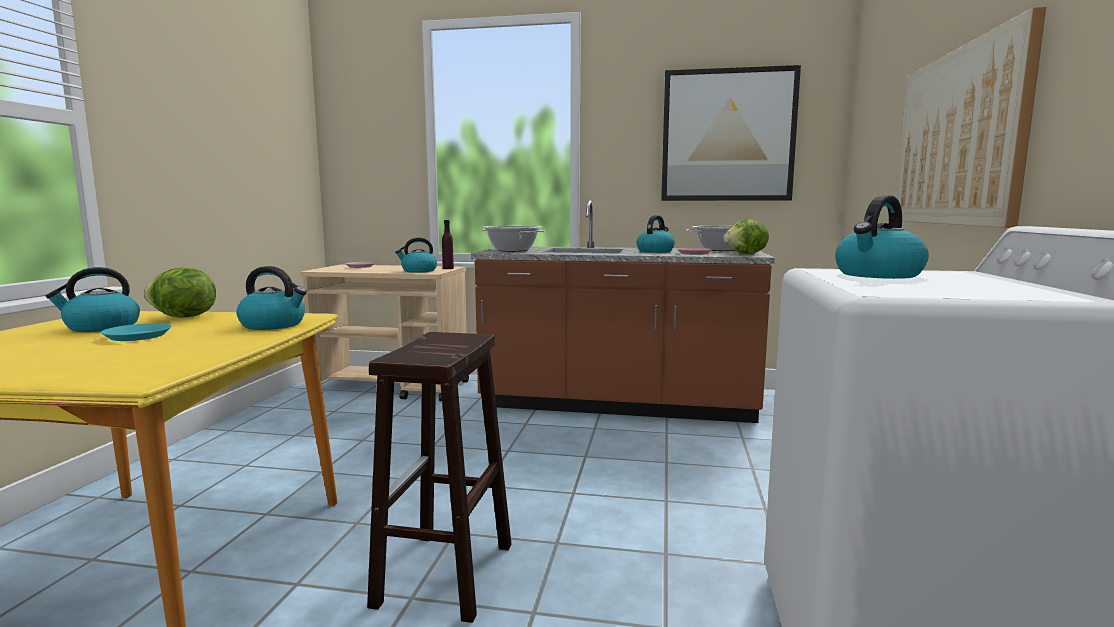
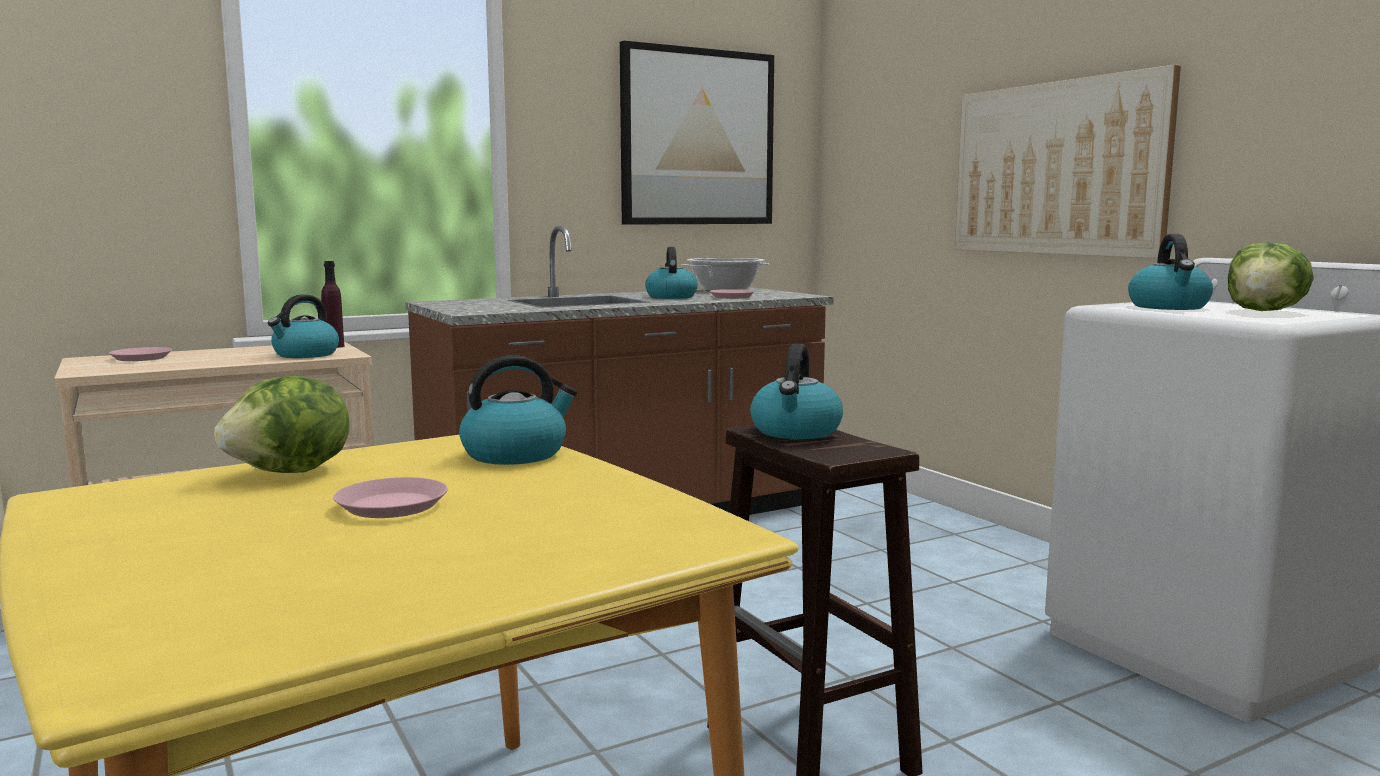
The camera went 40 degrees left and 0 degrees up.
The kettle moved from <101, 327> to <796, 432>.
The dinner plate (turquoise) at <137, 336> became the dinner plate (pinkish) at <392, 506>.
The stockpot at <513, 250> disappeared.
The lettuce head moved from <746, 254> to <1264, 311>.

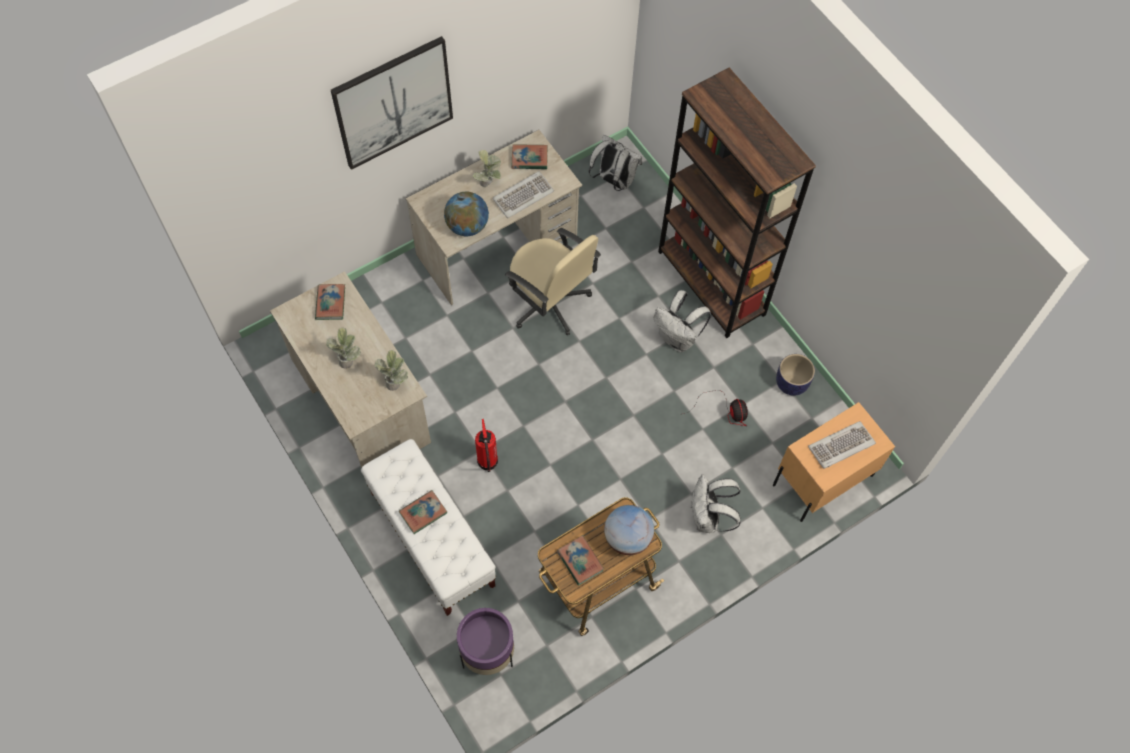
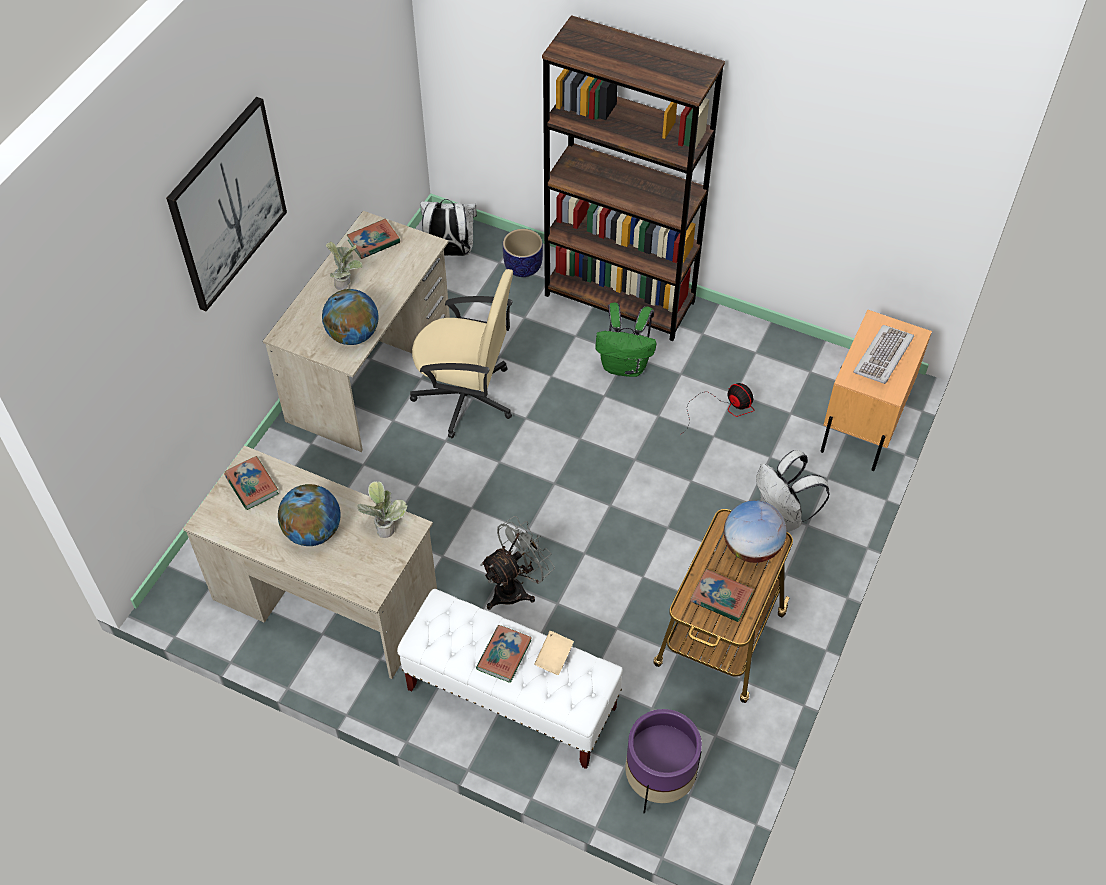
The camera went 30 degrees left and 10 degrees down.
The houseplant at <347, 359> was replaced by the globe at <313, 531>.
The extinguisher at <487, 463> was replaced by the electric fan (gray) at <515, 588>.
The computer keyboard at <523, 195> disappeared.
The backpack (whitish) at <677, 338> became the backpack (green-coloured) at <625, 365>.
The planter moved from <792, 383> to <523, 267>.
The book (sand-coloured) at <554, 658> appeared.

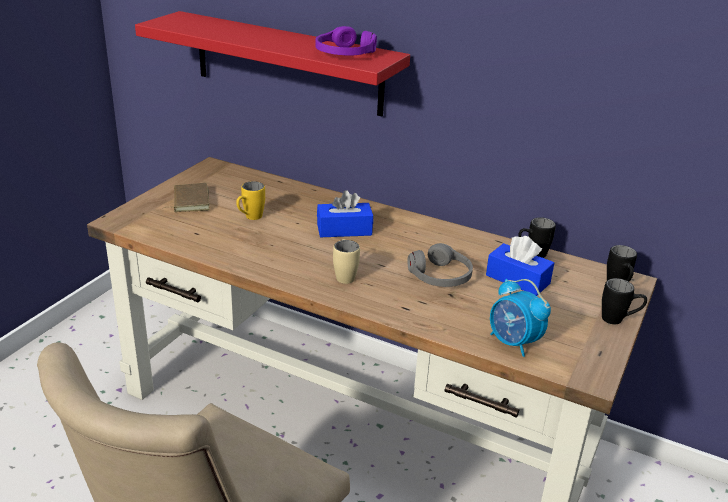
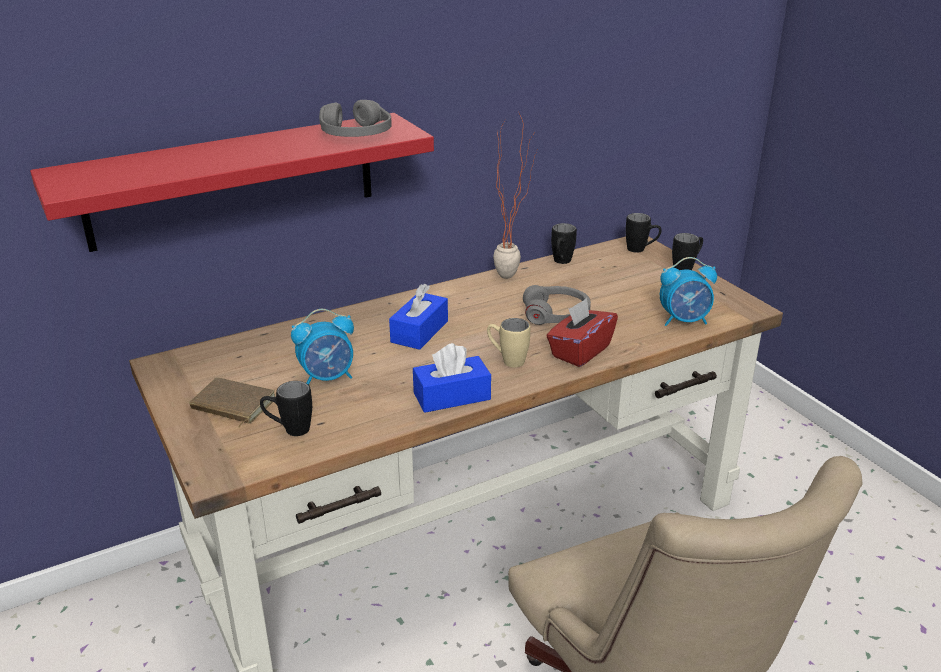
The camera went 55 degrees left and 0 degrees up.
The coffee mug (yellow) at <250, 218> was replaced by the bedside clock at <328, 378>.
The headphones (purple) at <344, 54> became the headphones (gray) at <356, 134>.
The tissue holder (blue-coloured) moved from <517, 279> to <452, 396>.
The coffee mug (blackish) at <289, 430> appeared.
The houseplant at <514, 275> appeared.
The tissue holder (reddish) at <580, 351> appeared.

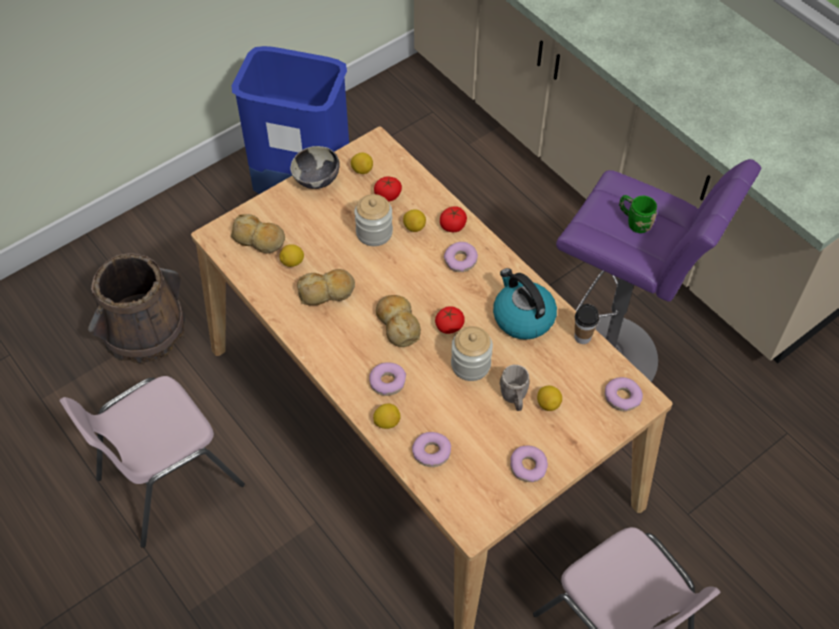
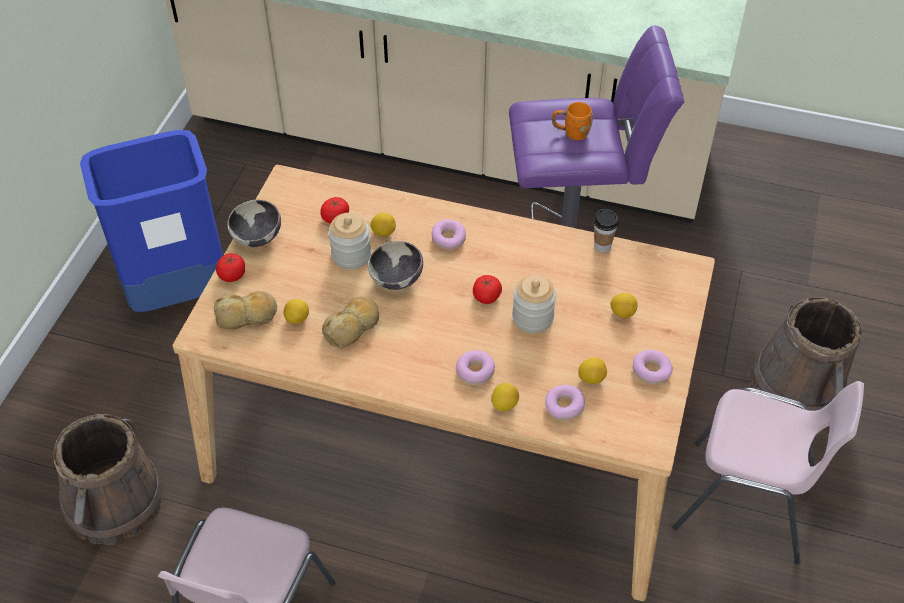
The camera went 35 degrees left and 5 degrees down.
The citrus fruit moved from <362, 170> to <591, 378>.
The baked bread at <398, 324> disappeared.
The tomato moved from <453, 225> to <232, 274>.
The kettle at <522, 317> disappeared.
The coffee mug (gray) at <514, 398> disappeared.
The doughnut at <622, 397> disappeared.
The coffee mug (green-coloured) at <634, 222> became the coffee mug (orangey) at <571, 133>.
The deep dish at <397, 280> appeared.
The pail (brownish) at <796, 386> appeared.

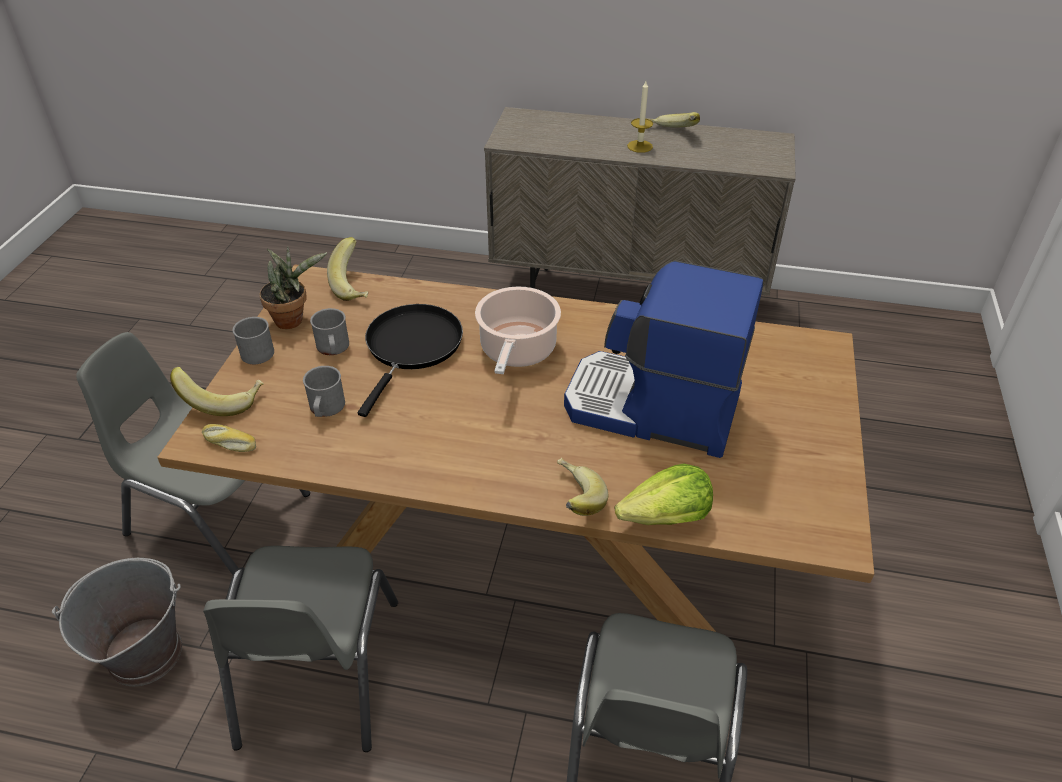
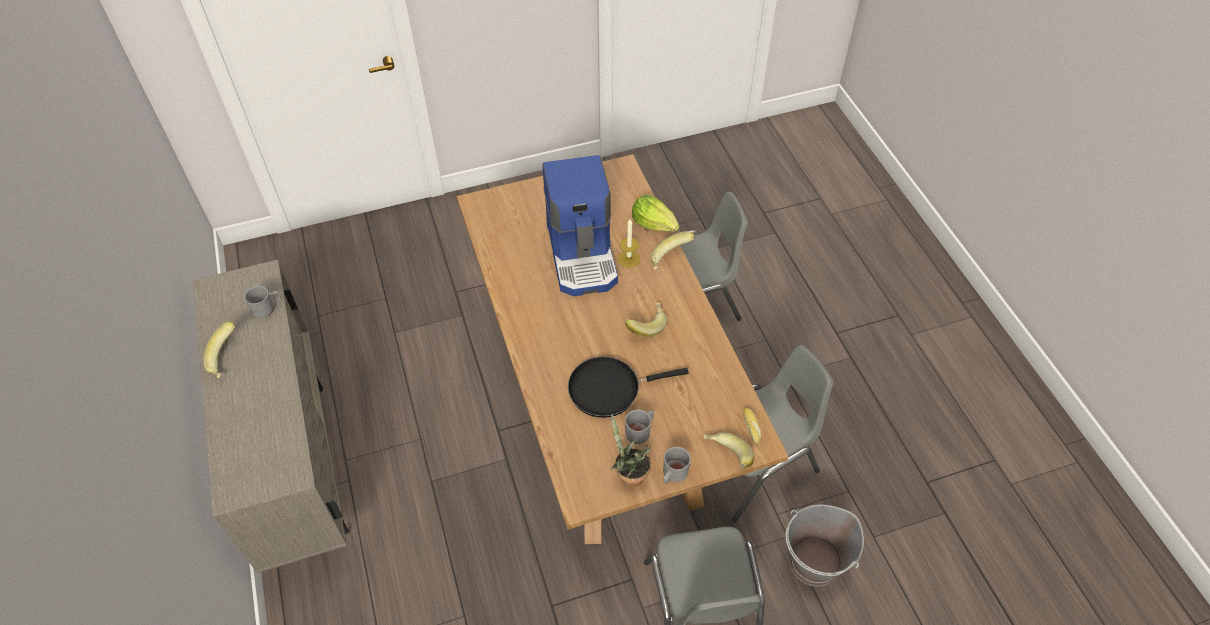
The camera went 120 degrees left and 10 degrees up.
The coffee mug (gray) moved from <326, 409> to <267, 307>.
The banana moved from <355, 286> to <645, 325>.
The stockpot at <517, 351> disappeared.
The wax candle moved from <640, 146> to <629, 259>.

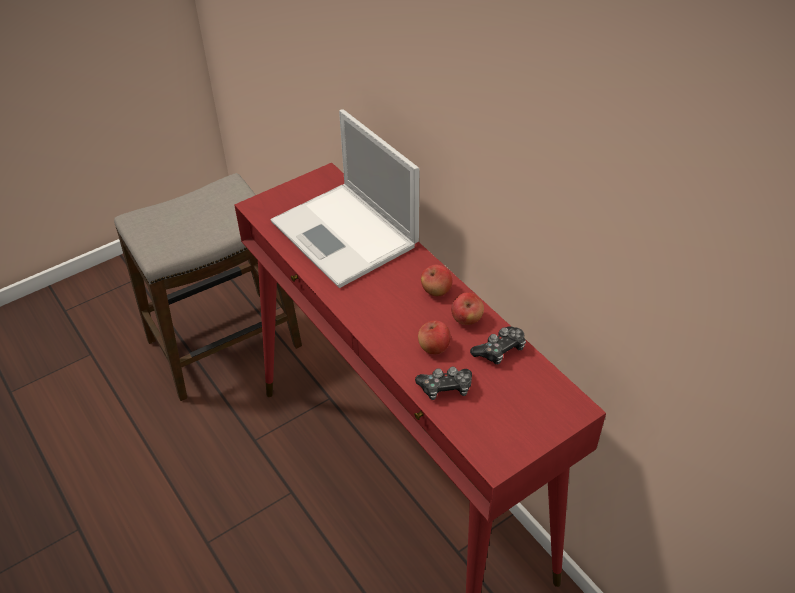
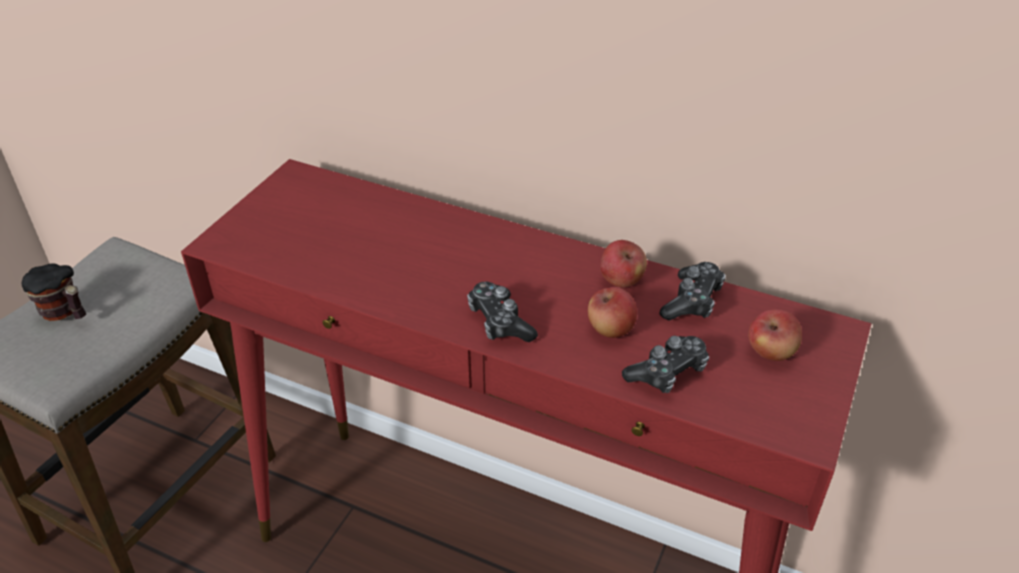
The camera went 30 degrees left and 5 degrees down.
The notebook computer at <346, 235> disappeared.
The apple moved from <436, 291> to <771, 352>.
The coffee mug at <65, 313> appeared.
The gamepad at <500, 322> appeared.

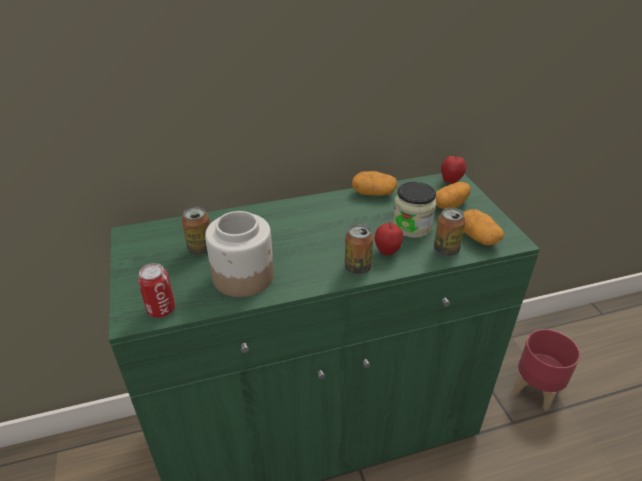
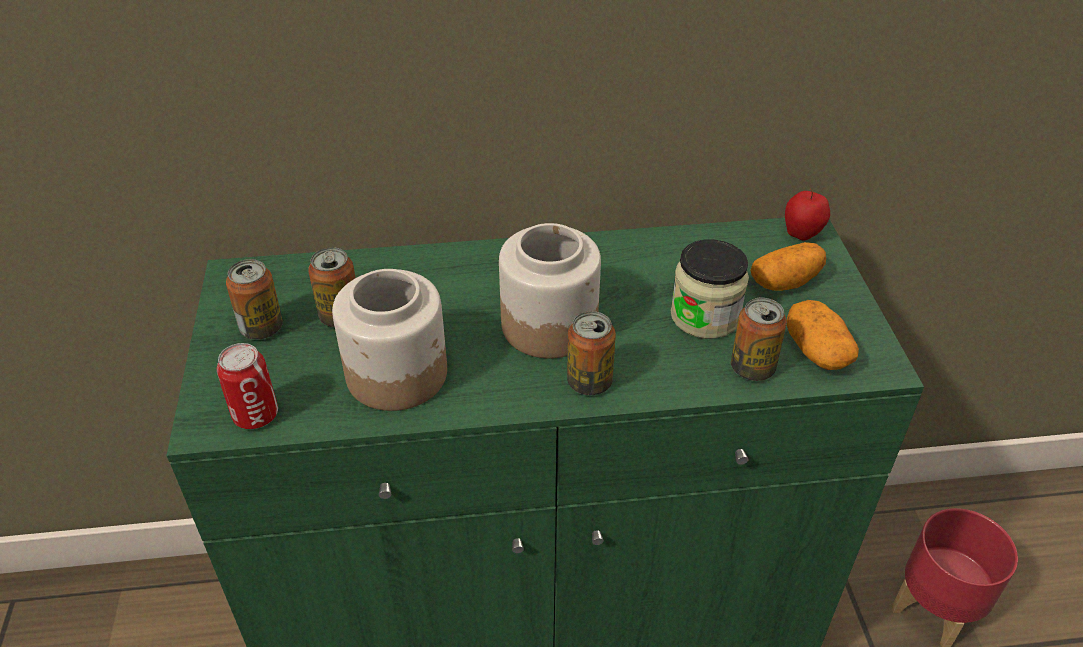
The camera went 10 degrees right and 5 degrees up.
The whole potato at <373, 193> disappeared.
The apple at <387, 252> disappeared.
The metal can at <262, 328> appeared.
The preserve jar at <549, 324> appeared.

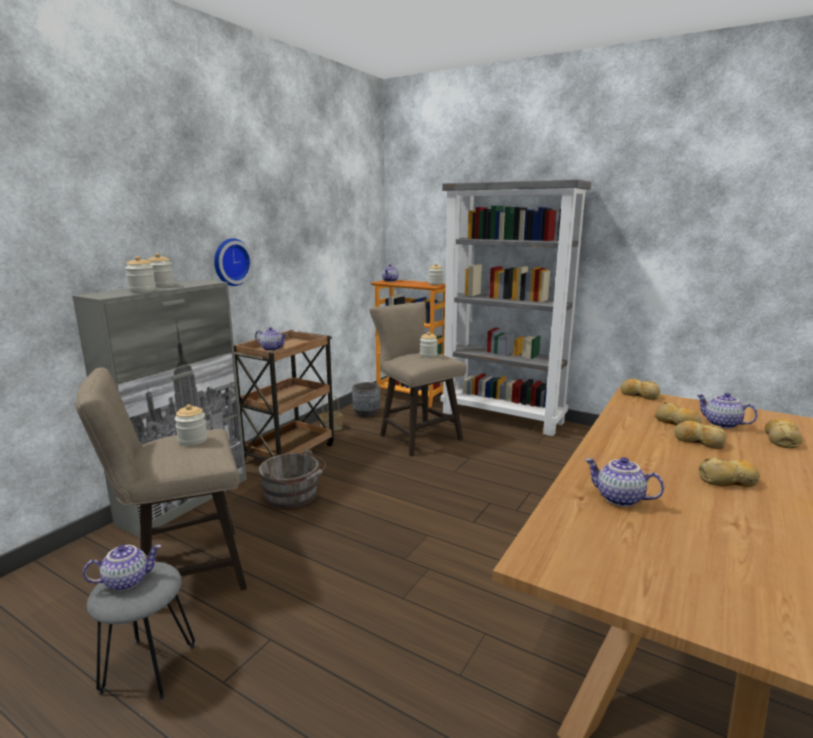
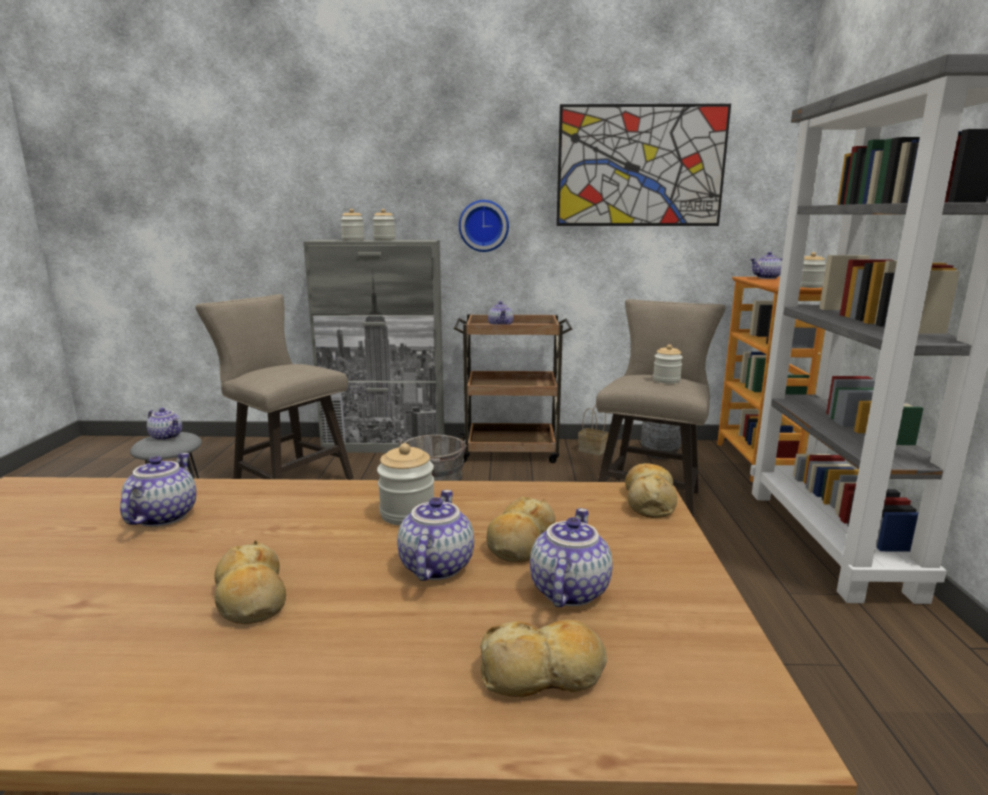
The camera went 60 degrees right and 0 degrees up.
The preserve jar moved from <192, 440> to <407, 513>.
The baked bread at <698, 441> was replaced by the pot for tea at <434, 566>.
The wall art at <640, 166> appeared.

